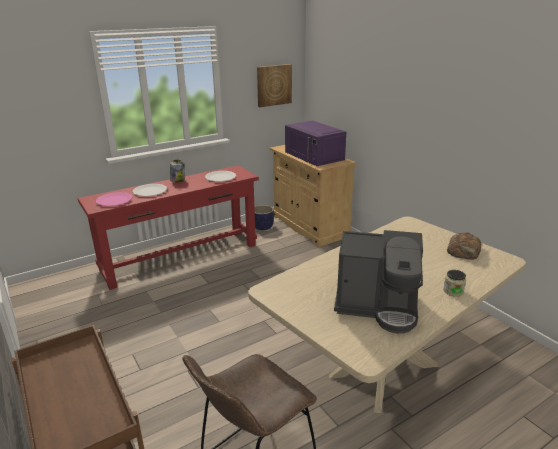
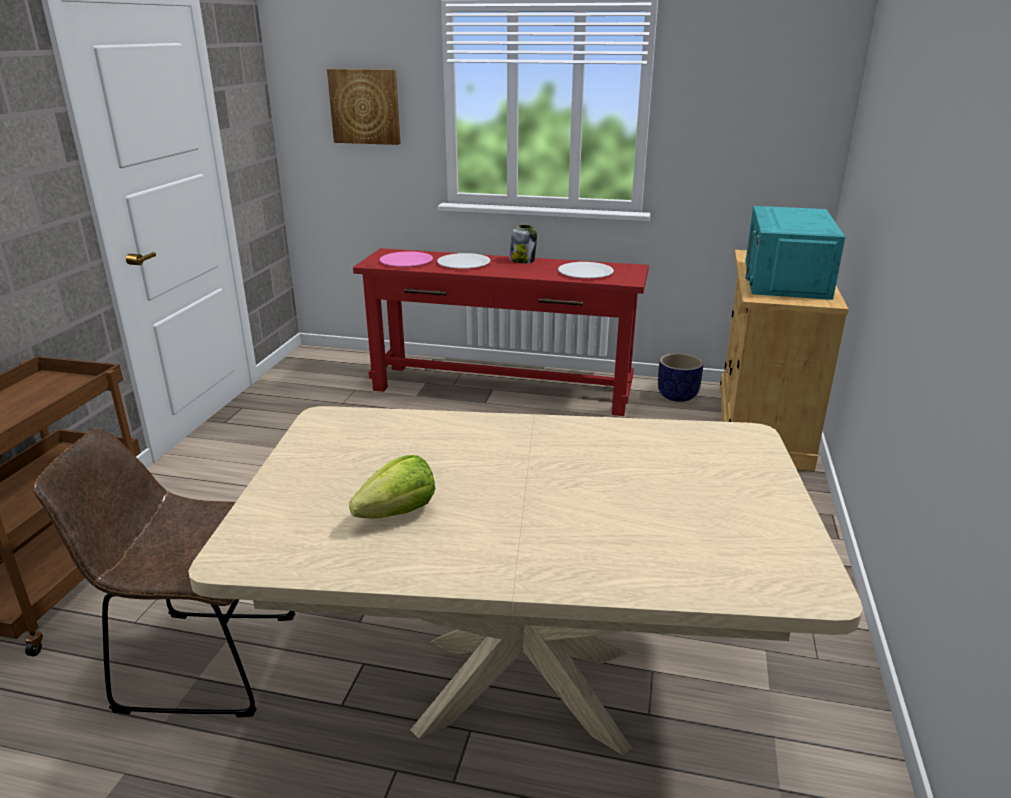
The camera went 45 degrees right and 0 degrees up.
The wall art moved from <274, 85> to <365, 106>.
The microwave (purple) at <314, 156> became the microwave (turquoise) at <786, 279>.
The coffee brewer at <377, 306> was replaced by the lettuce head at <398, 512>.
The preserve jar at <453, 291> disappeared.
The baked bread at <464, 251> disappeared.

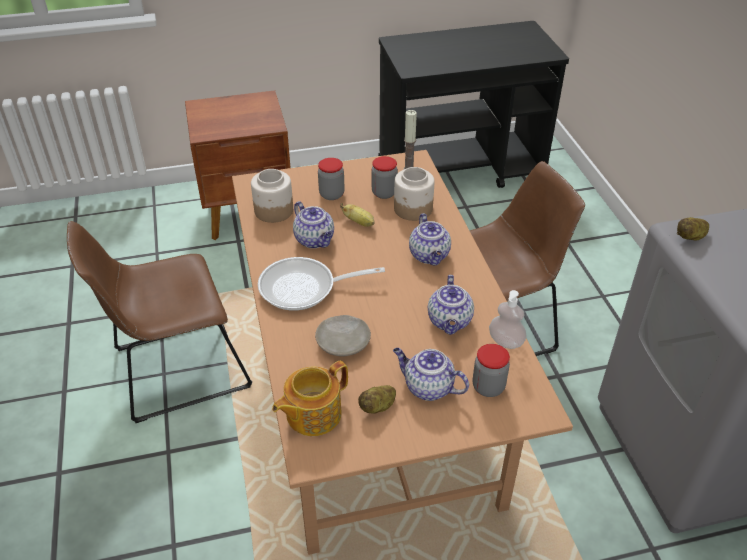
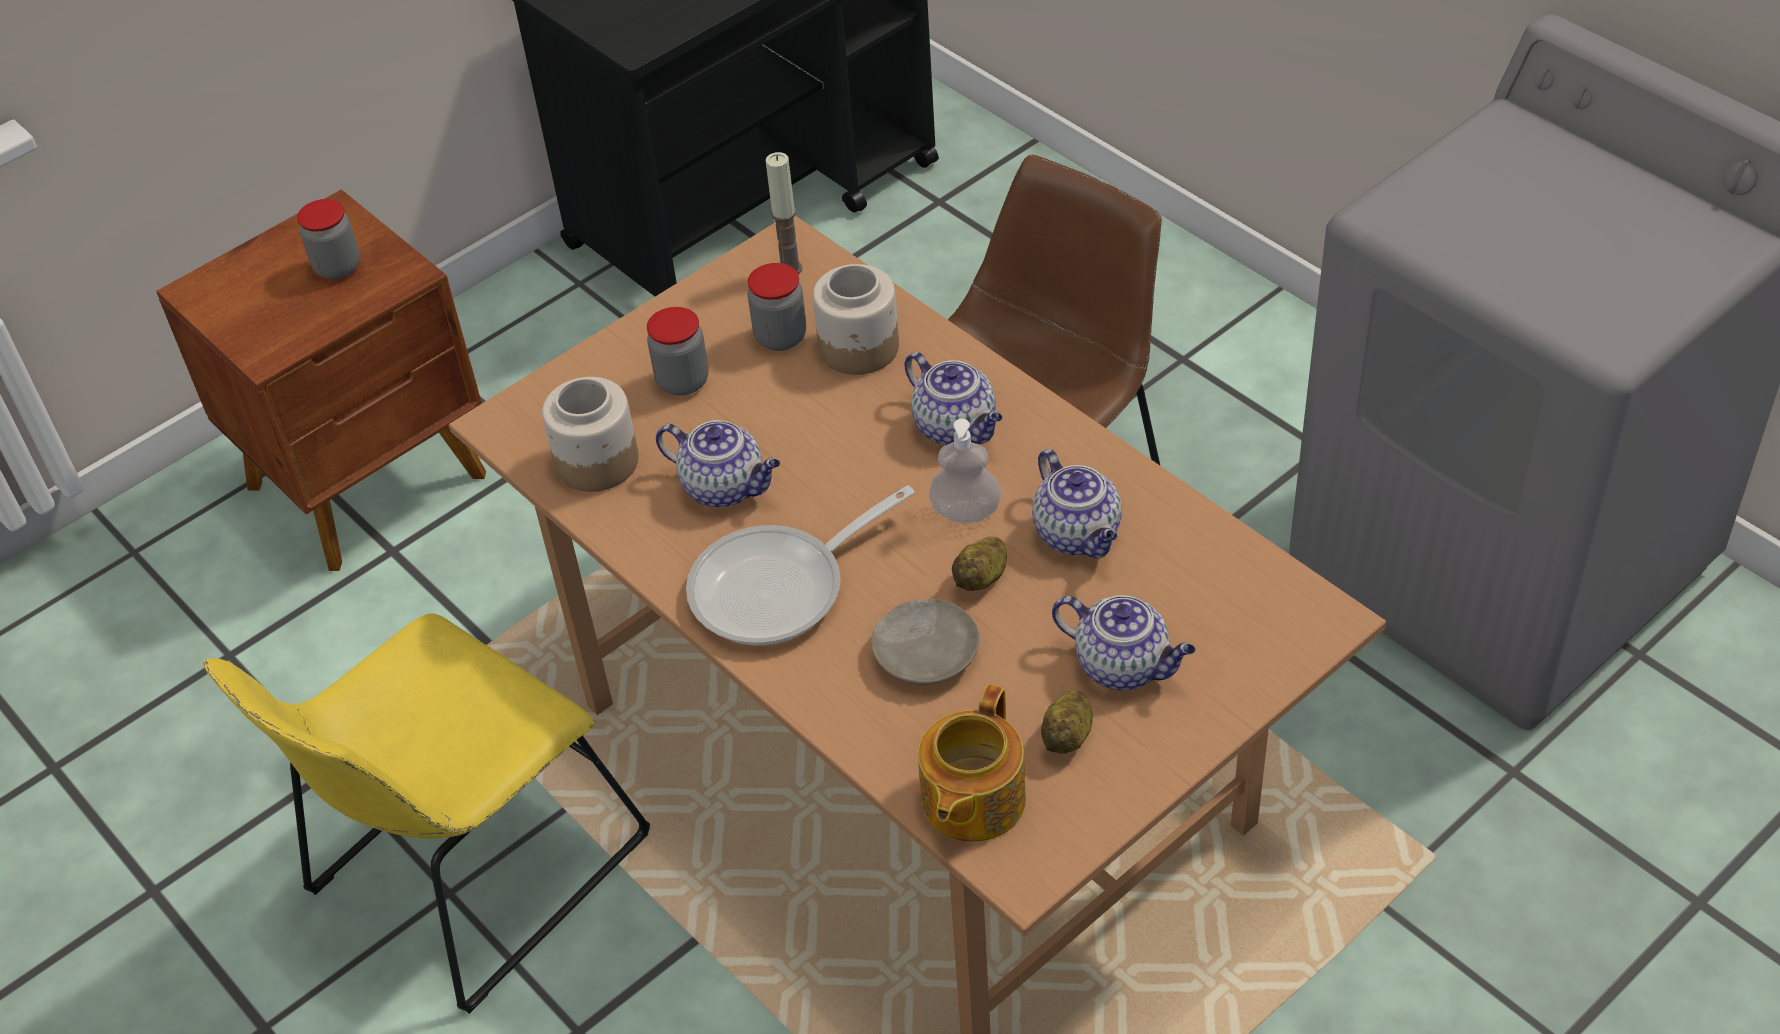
The camera went 25 degrees left and 5 degrees up.
The chair (brownish) at <175, 370> became the chair (yellow) at <468, 874>.
The banana at <359, 222> disappeared.
The pot for tea at <427, 387> turned 150 degrees counterclockwise.
The preserve jar moved from <488, 387> to <338, 267>.
The liquid soap bottle moved from <505, 341> to <965, 512>.
The whole potato moved from <691, 237> to <982, 578>.

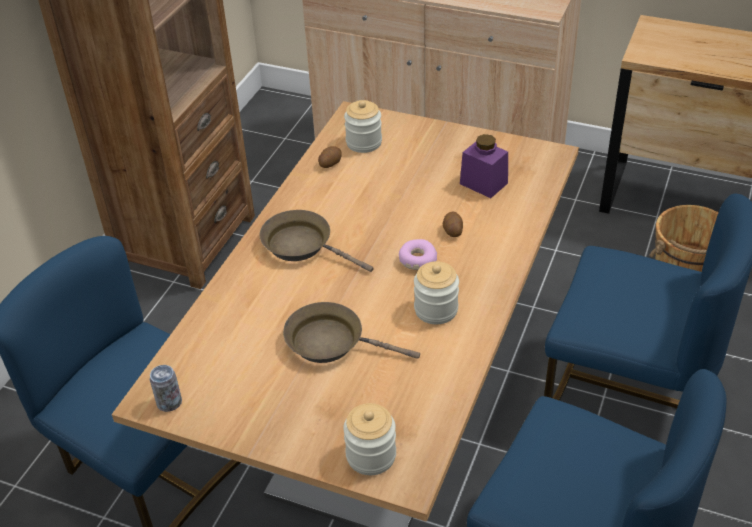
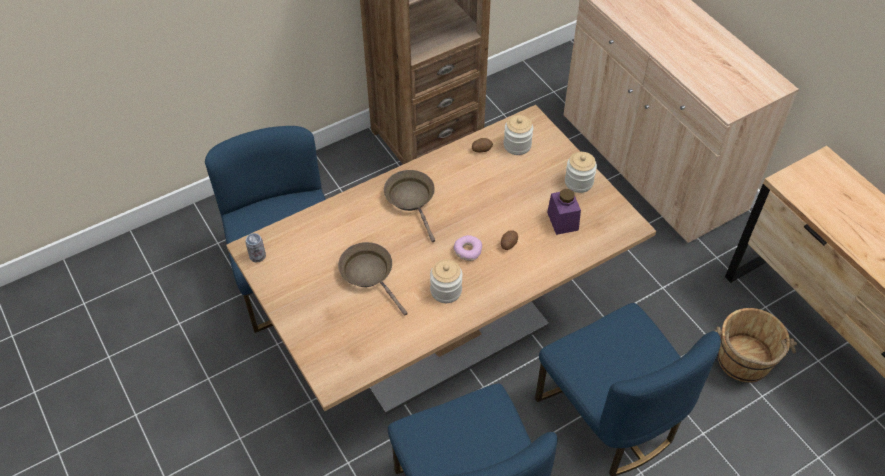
The camera went 35 degrees right and 10 degrees up.
The preserve jar moved from <371, 455> to <578, 182>.

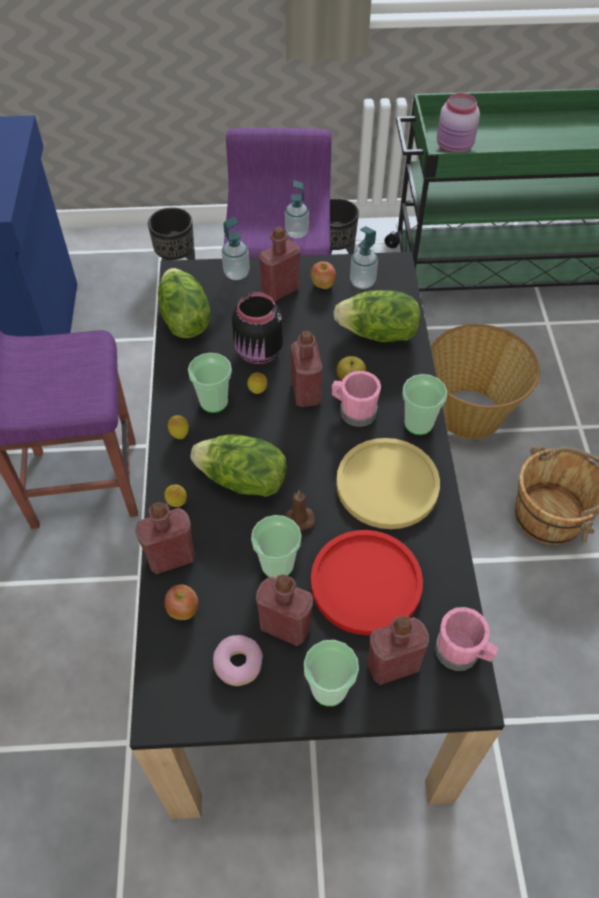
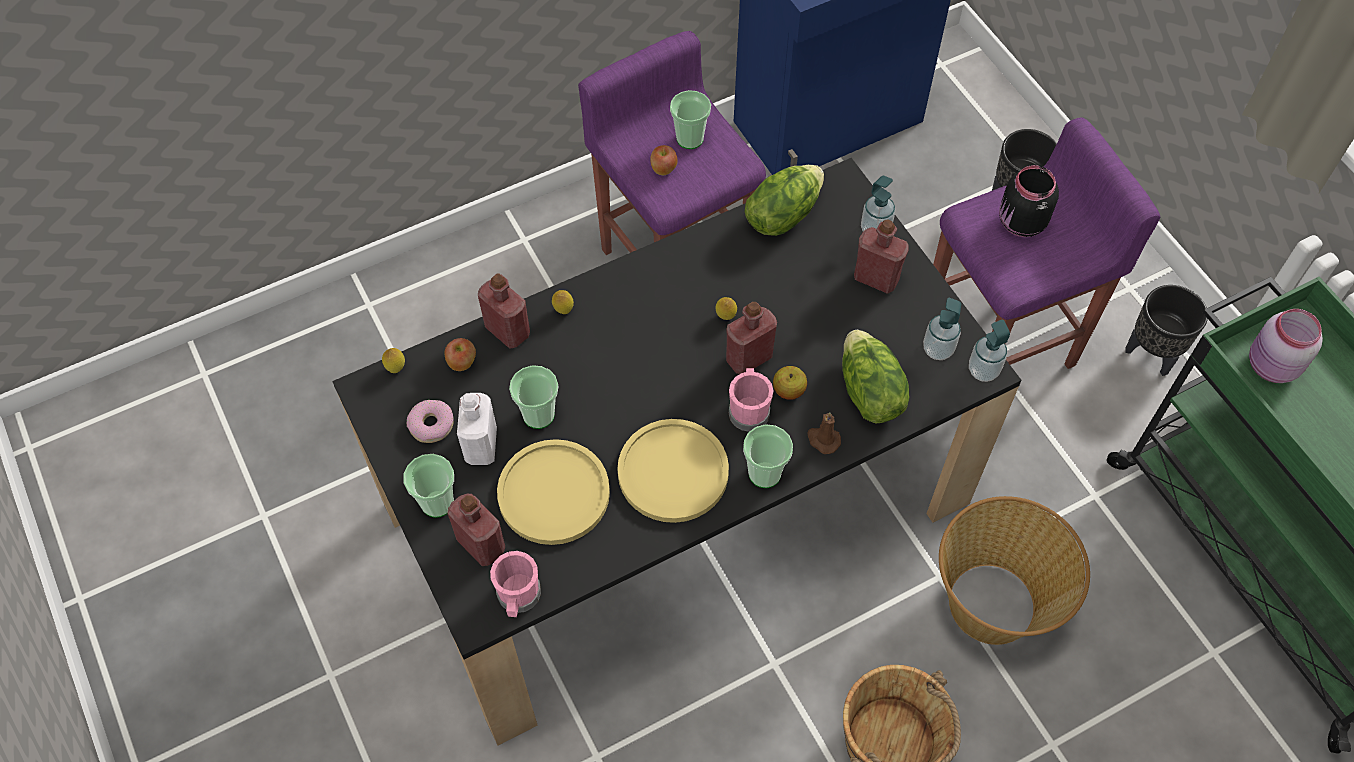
The camera went 65 degrees right and 5 degrees up.
The citrus fruit moved from <180, 435> to <396, 368>.
The small cup moved from <214, 402> to <690, 139>.
The lettuce head at <242, 481> disappeared.
The preserve jar (blackish) moved from <259, 352> to <1020, 223>.
The beverage bottle (reddish) at <285, 626> became the beverage bottle (whitish) at <481, 445>.
The liquid soap bottle moved from <296, 233> to <983, 370>.
The wax candle (brownish) moved from <297, 521> to <823, 439>.
The apple moved from <322, 285> to <663, 169>.
The dinner plate (reddish) at <366, 583> became the dinner plate (yellow) at <553, 493>.

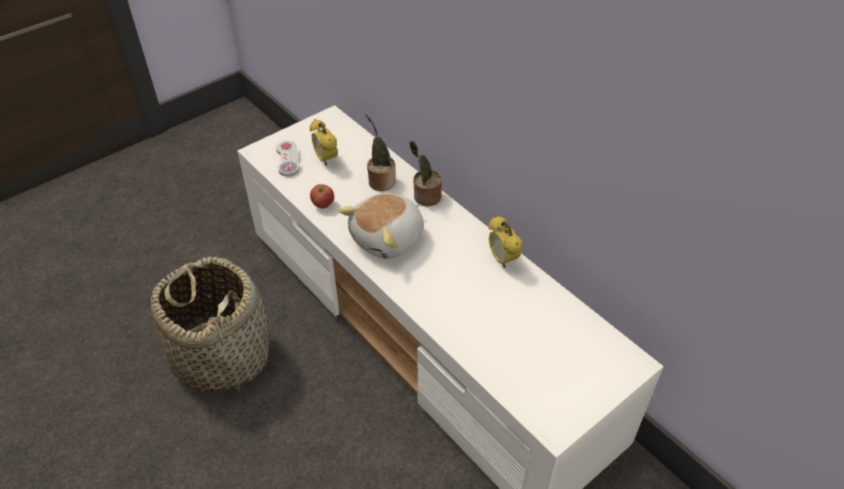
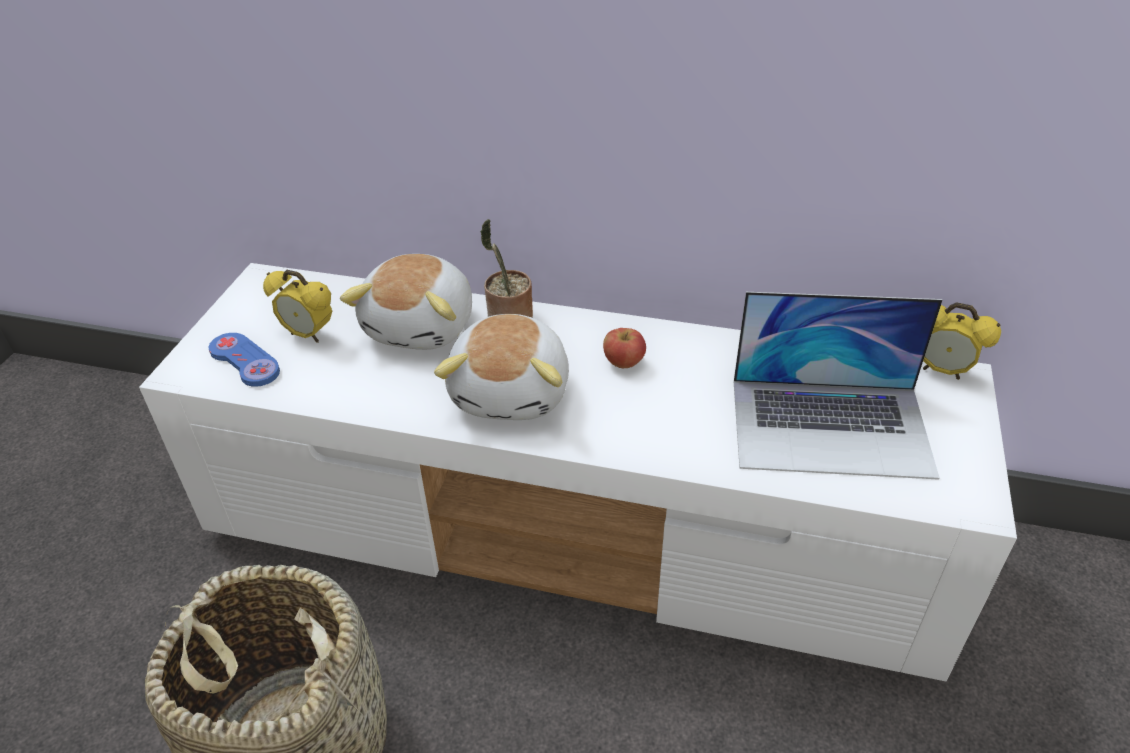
The camera went 35 degrees left and 5 degrees down.
The gamepad (whitish) at <288, 159> became the gamepad (blue-coloured) at <245, 361>.
The apple moved from <323, 204> to <623, 362>.
The houseplant at <380, 181> was replaced by the soft toy at <423, 326>.
The bedside clock moved from <502, 259> to <942, 370>.
The notebook computer at <830, 427> appeared.

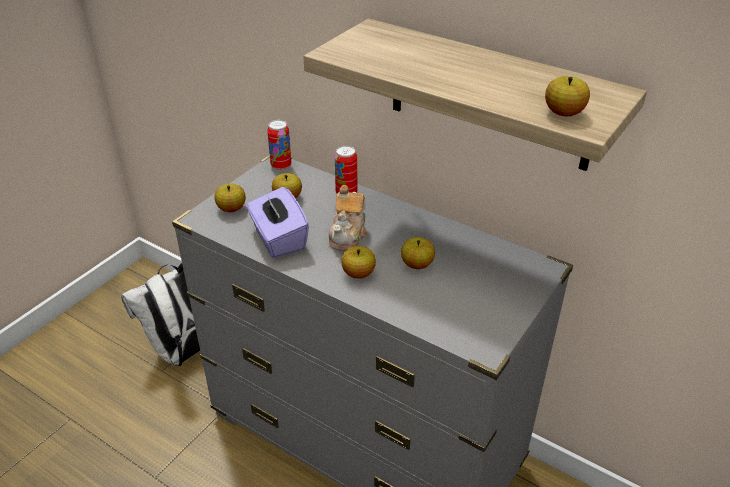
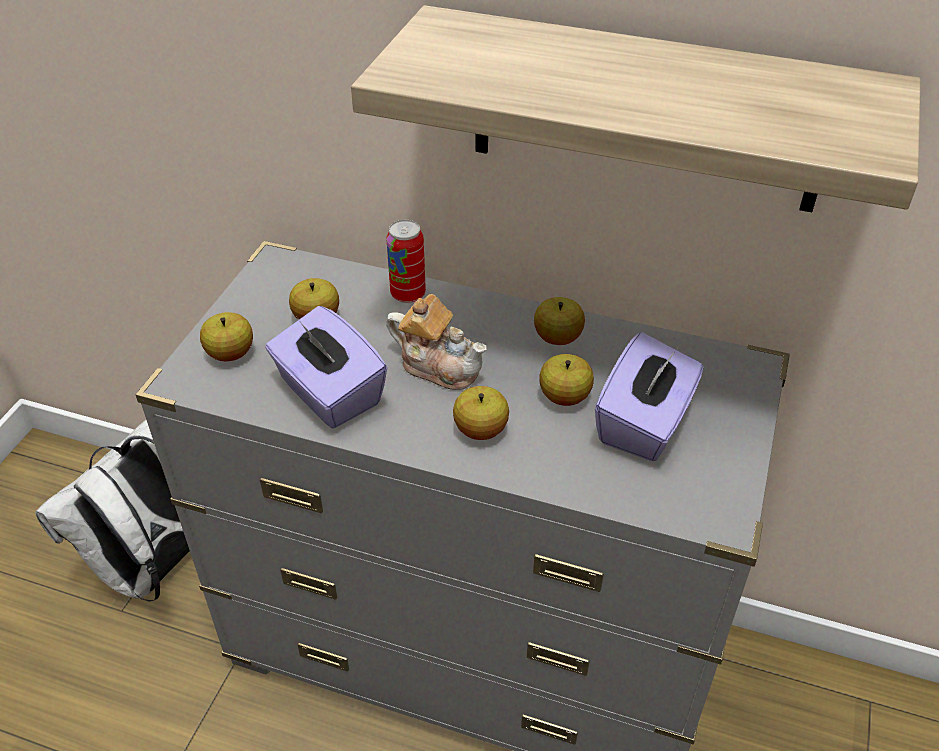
The camera went 15 degrees left and 5 degrees up.
The metal can at <281, 166> disappeared.
The pot for tea at <348, 235> turned 60 degrees counterclockwise.
The apple moved from <563, 113> to <557, 338>.
The tissue holder (purple) at <645, 423> appeared.

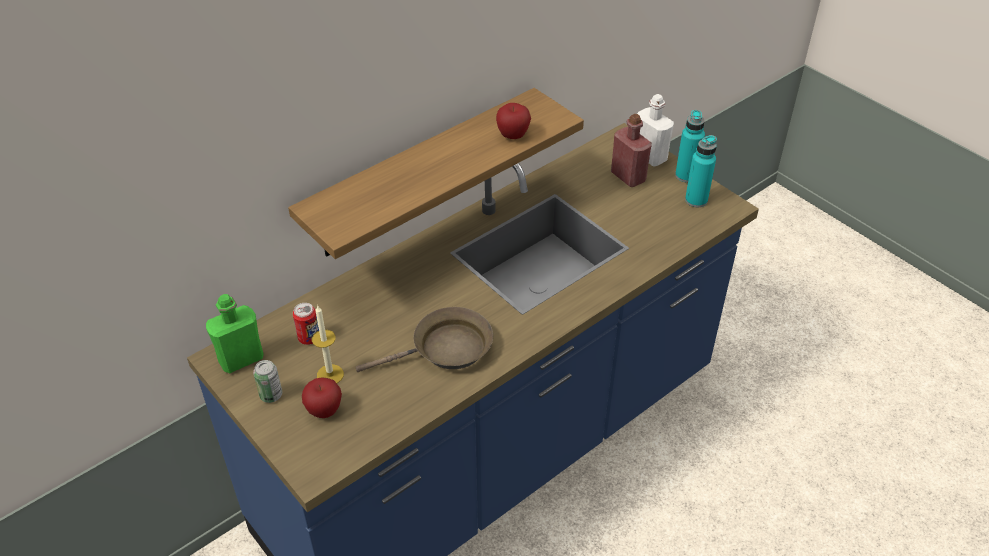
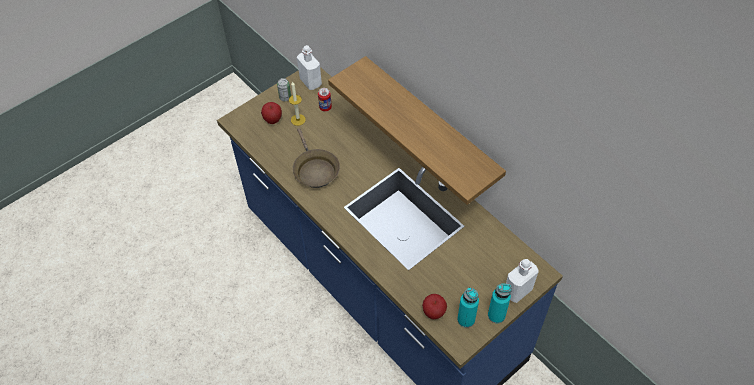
The camera went 90 degrees right and 10 degrees up.
The beverage bottle (green-coloured) at <241, 359> became the beverage bottle (whitish) at <310, 82>.
The apple moved from <513, 136> to <433, 313>.
The beverage bottle (reddish) at <628, 177> disappeared.

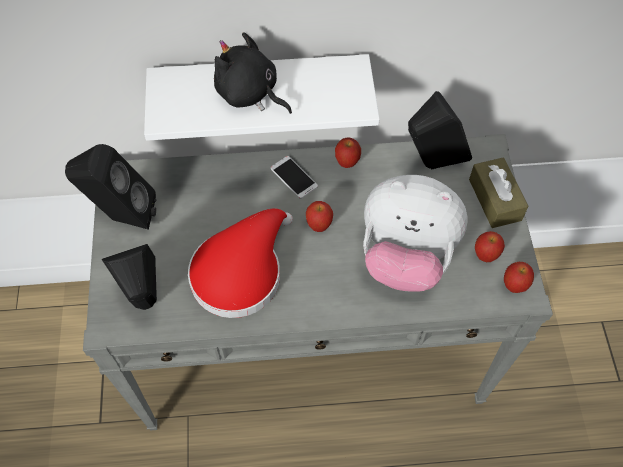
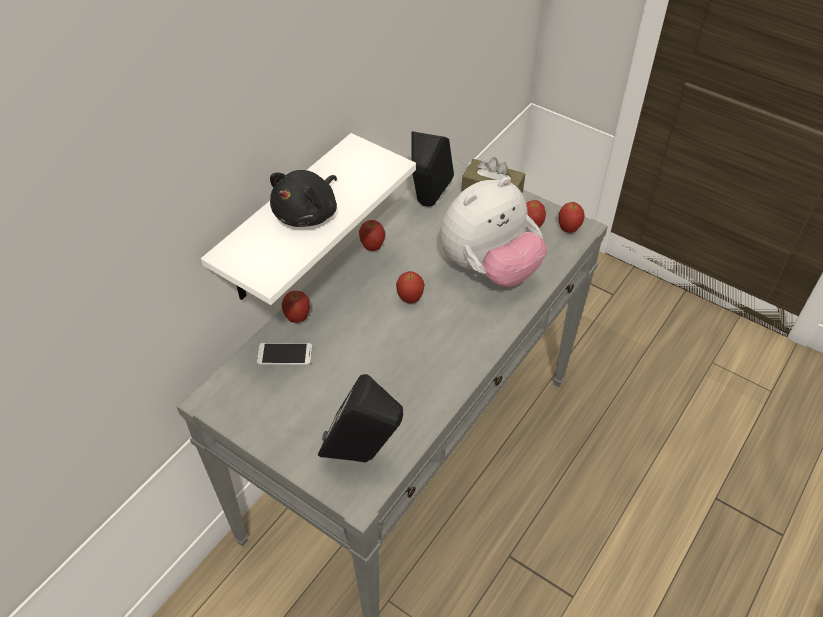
The camera went 50 degrees left and 10 degrees down.
The speaker (blackish) at <122, 217> disappeared.
The hat (reddish) at <241, 271> disappeared.
The soft toy (blackish) at <250, 94> turned 45 degrees counterclockwise.
The phone moved from <294, 177> to <284, 354>.
The apple at <297, 318> appeared.

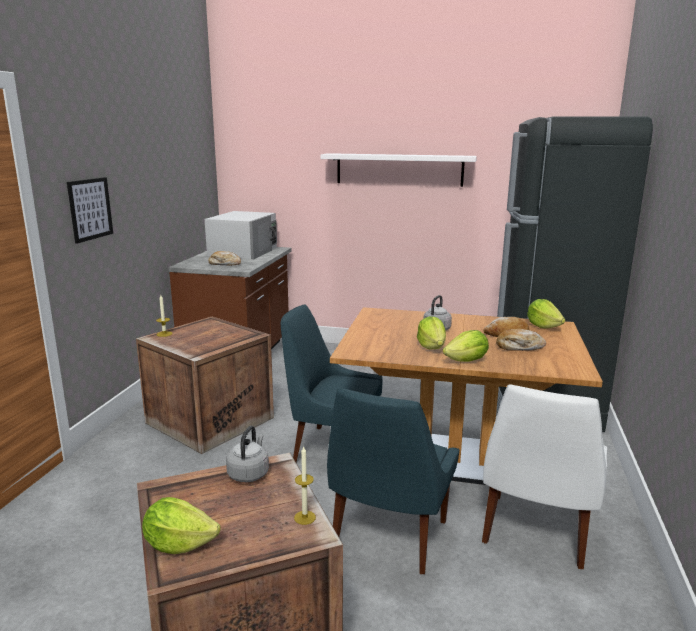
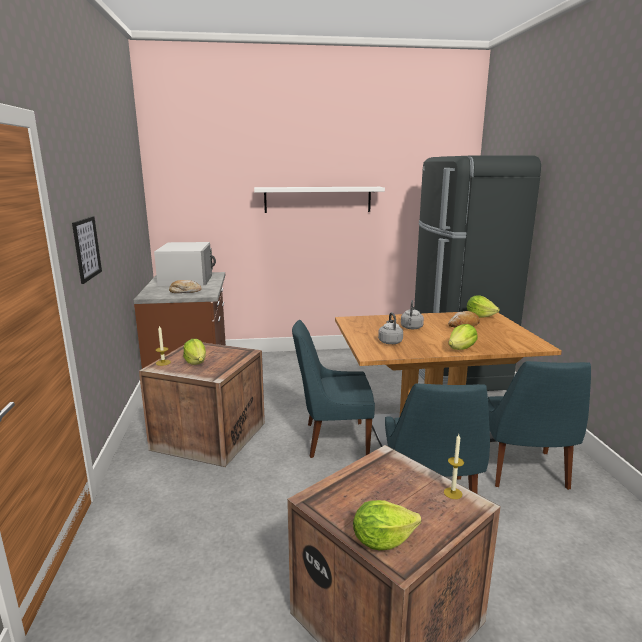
The camera went 20 degrees left and 0 degrees up.
The kettle (gray) moved from <249, 473> to <390, 341>.
The lettuce head moved from <432, 347> to <196, 362>.
The chair (whitish) at <535, 533> became the chair (blue-coloured) at <523, 471>.
The baked bread at <519, 347> disappeared.

